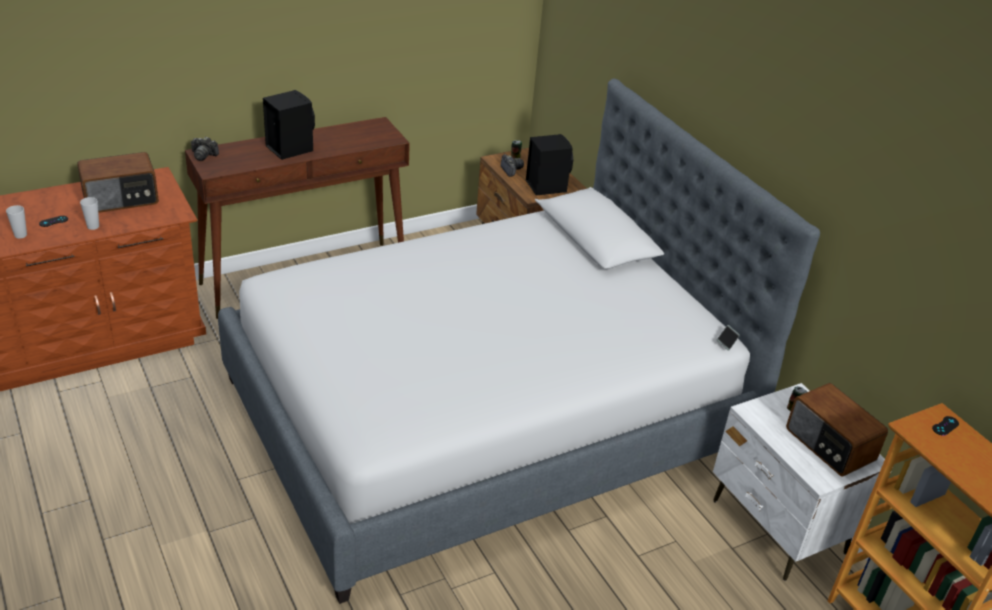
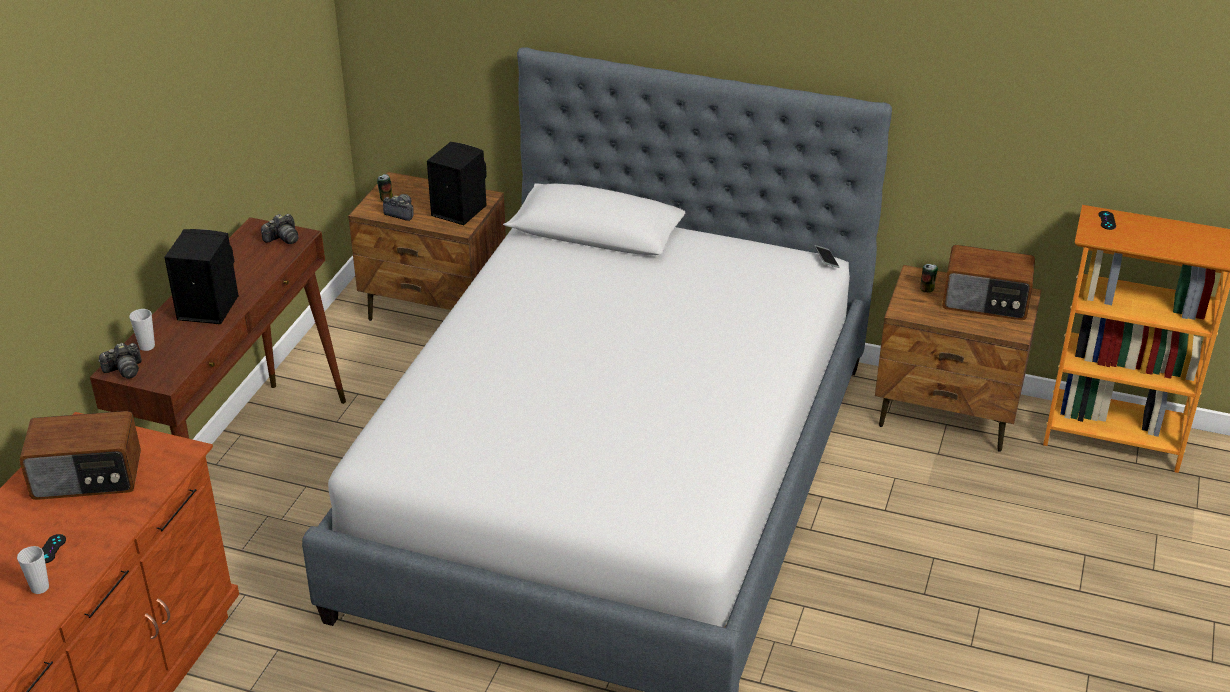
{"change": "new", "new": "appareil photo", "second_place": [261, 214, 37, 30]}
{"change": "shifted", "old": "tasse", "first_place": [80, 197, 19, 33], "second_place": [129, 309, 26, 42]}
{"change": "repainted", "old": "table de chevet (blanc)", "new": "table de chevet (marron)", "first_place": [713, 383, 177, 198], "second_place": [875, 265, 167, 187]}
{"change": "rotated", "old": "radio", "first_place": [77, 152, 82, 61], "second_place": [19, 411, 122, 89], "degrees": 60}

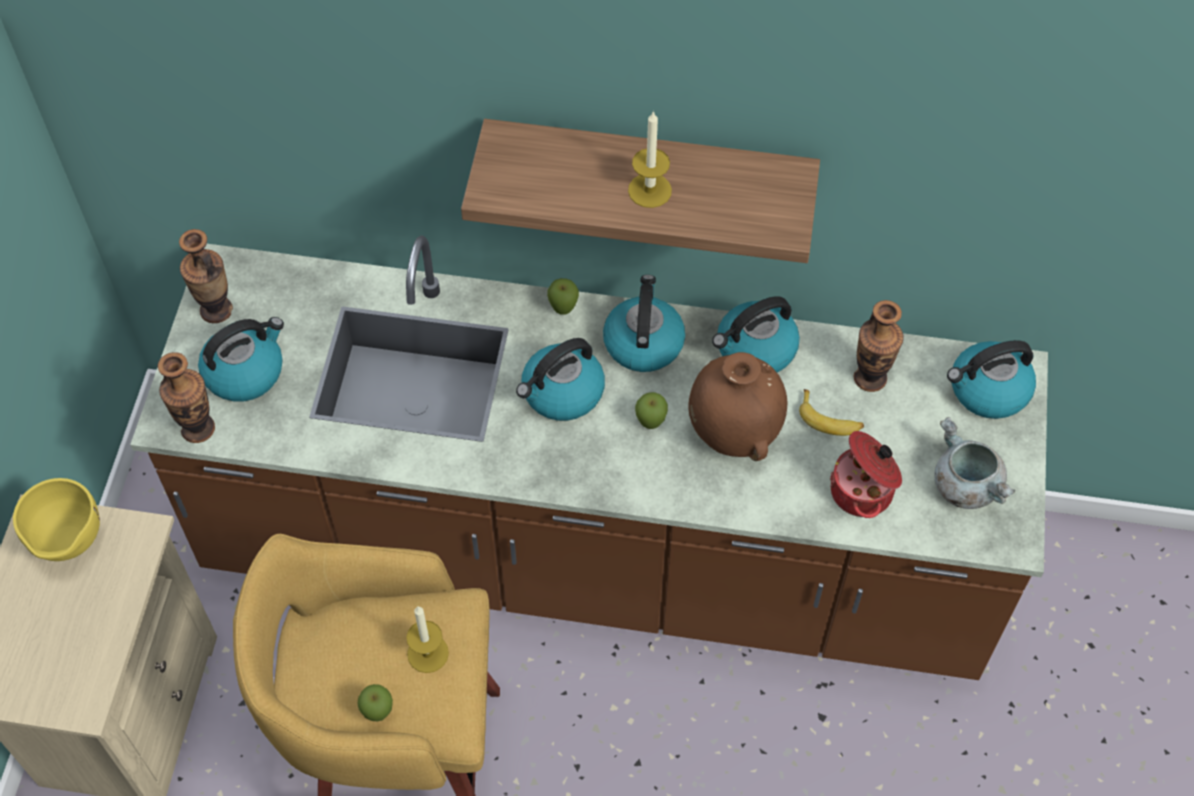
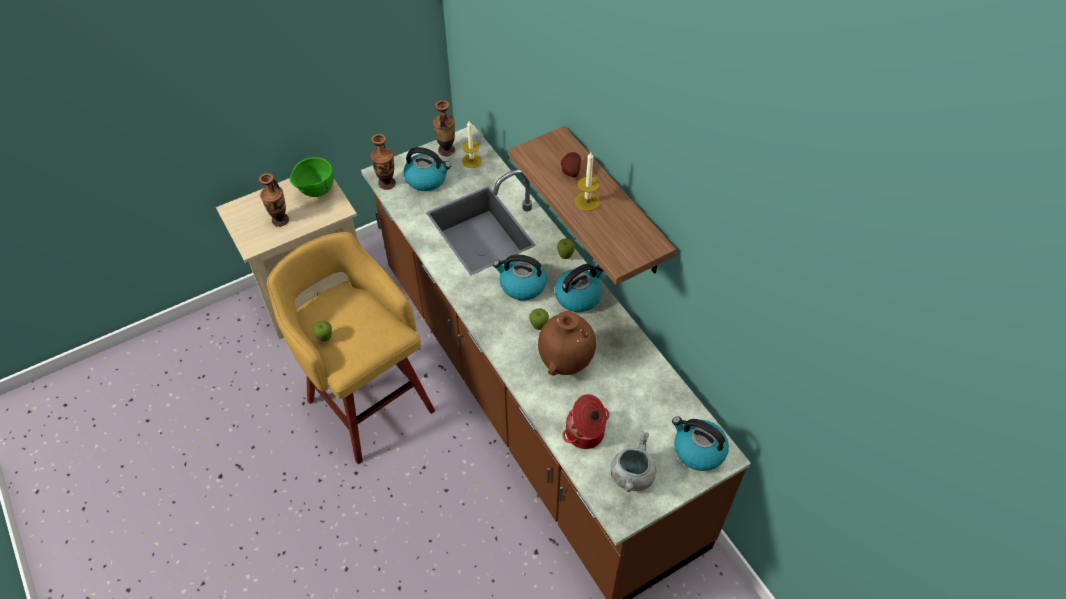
{"change": "gone", "old": "bouilloire", "first_place": [712, 296, 88, 77]}
{"change": "gone", "old": "banane", "first_place": [799, 389, 65, 47]}
{"change": "new", "new": "pomme de terre", "second_place": [561, 152, 20, 25]}
{"change": "shifted", "old": "bougie", "first_place": [406, 607, 43, 66], "second_place": [462, 121, 20, 47]}
{"change": "shifted", "old": "vase", "first_place": [854, 300, 50, 92], "second_place": [259, 173, 30, 54]}
{"change": "repainted", "old": "bol (jaune)", "new": "bol (vert)", "first_place": [13, 478, 87, 83], "second_place": [290, 157, 44, 40]}

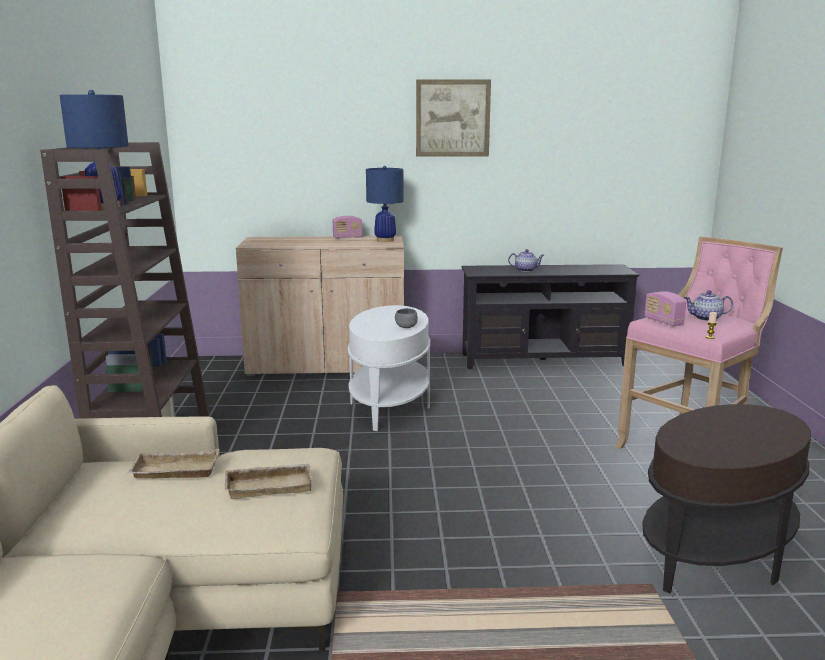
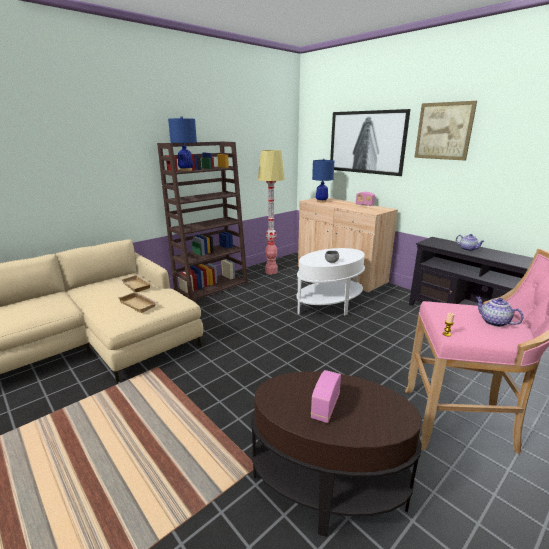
{"change": "new", "new": "lampadaire", "second_place": [258, 150, 27, 124]}
{"change": "new", "new": "tableau", "second_place": [330, 109, 81, 67]}
{"change": "shifted", "old": "lampe de table (bleu)", "first_place": [366, 166, 37, 76], "second_place": [312, 159, 22, 43]}
{"change": "shifted", "old": "radio", "first_place": [645, 291, 41, 35], "second_place": [311, 370, 30, 53]}

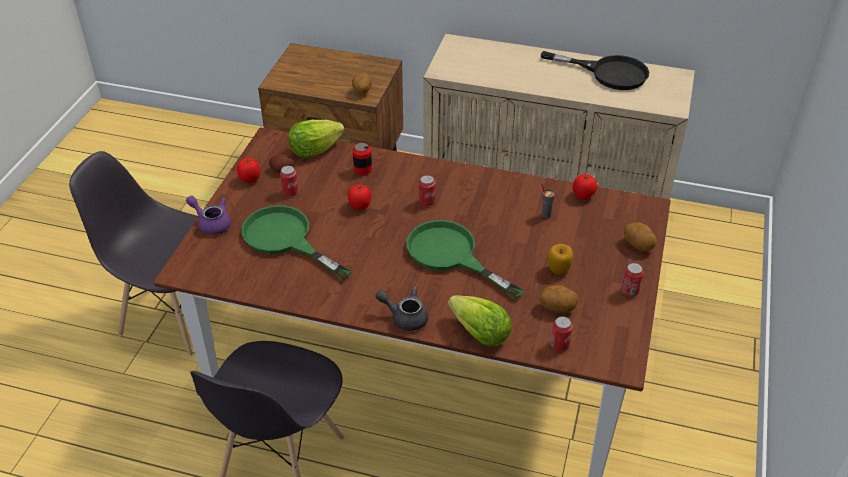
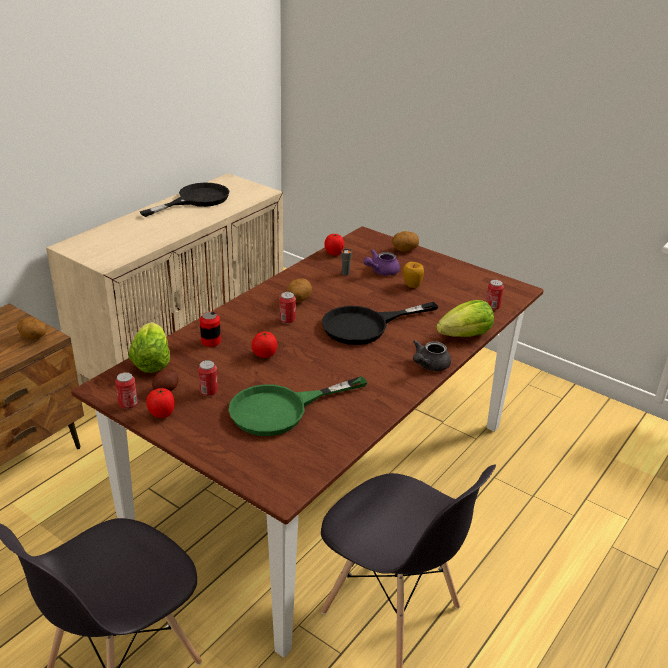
{"change": "shifted", "old": "théière (violet)", "first_place": [186, 195, 45, 40], "second_place": [363, 250, 37, 26]}
{"change": "shifted", "old": "pomme de terre", "first_place": [539, 285, 39, 28], "second_place": [287, 278, 25, 25]}
{"change": "shifted", "old": "boîte métallique", "first_place": [621, 263, 23, 34], "second_place": [115, 372, 23, 37]}
{"change": "repainted", "old": "poêle (vert)", "new": "poêle (noir)", "first_place": [406, 220, 118, 79], "second_place": [322, 302, 116, 43]}

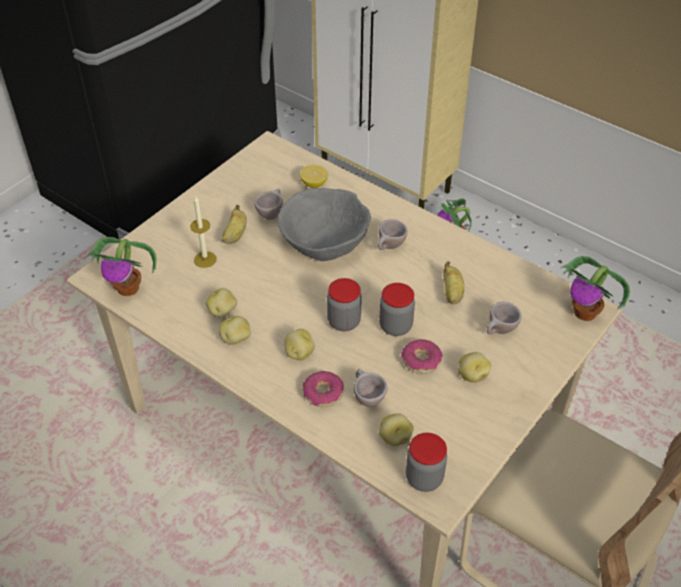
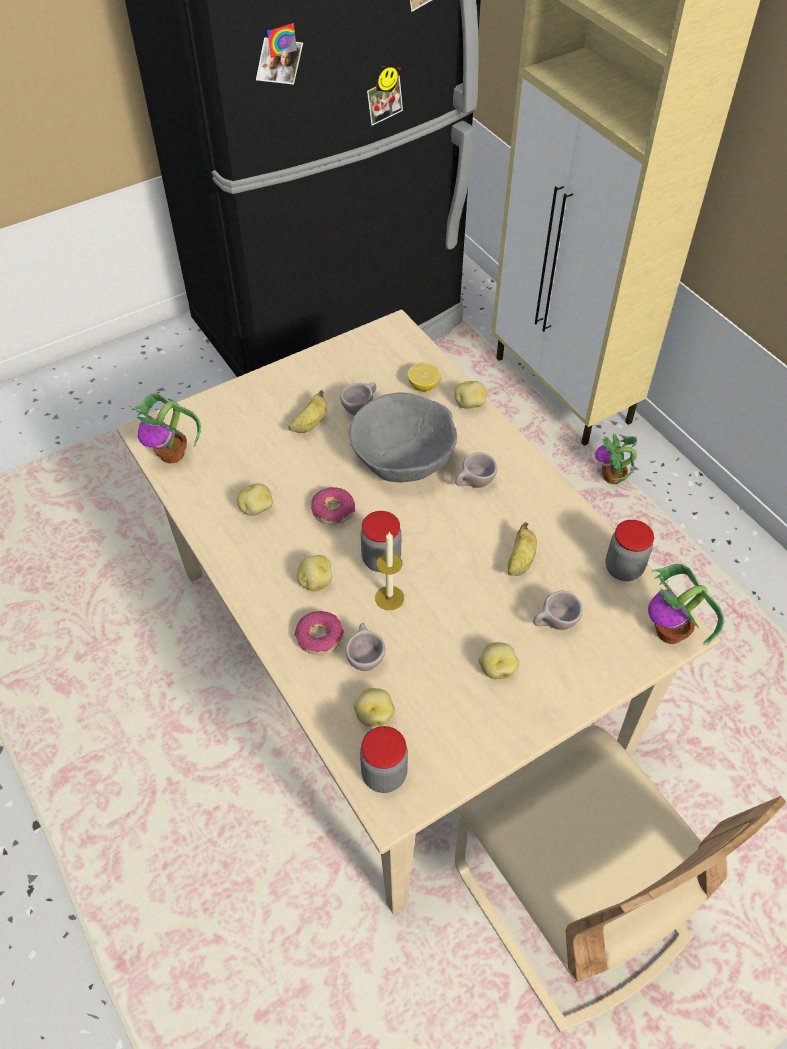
{"change": "shifted", "old": "bougie", "first_place": [190, 195, 27, 73], "second_place": [375, 531, 29, 79]}
{"change": "shifted", "old": "pomme de terre", "first_place": [219, 316, 32, 29], "second_place": [455, 381, 32, 28]}
{"change": "shifted", "old": "bocal", "first_place": [379, 283, 36, 53], "second_place": [605, 520, 49, 61]}
{"change": "shifted", "old": "beignet", "first_place": [401, 339, 42, 35], "second_place": [311, 487, 44, 38]}

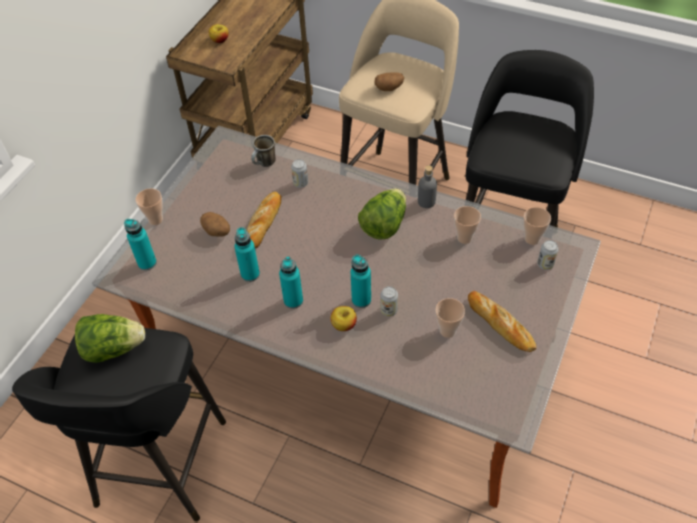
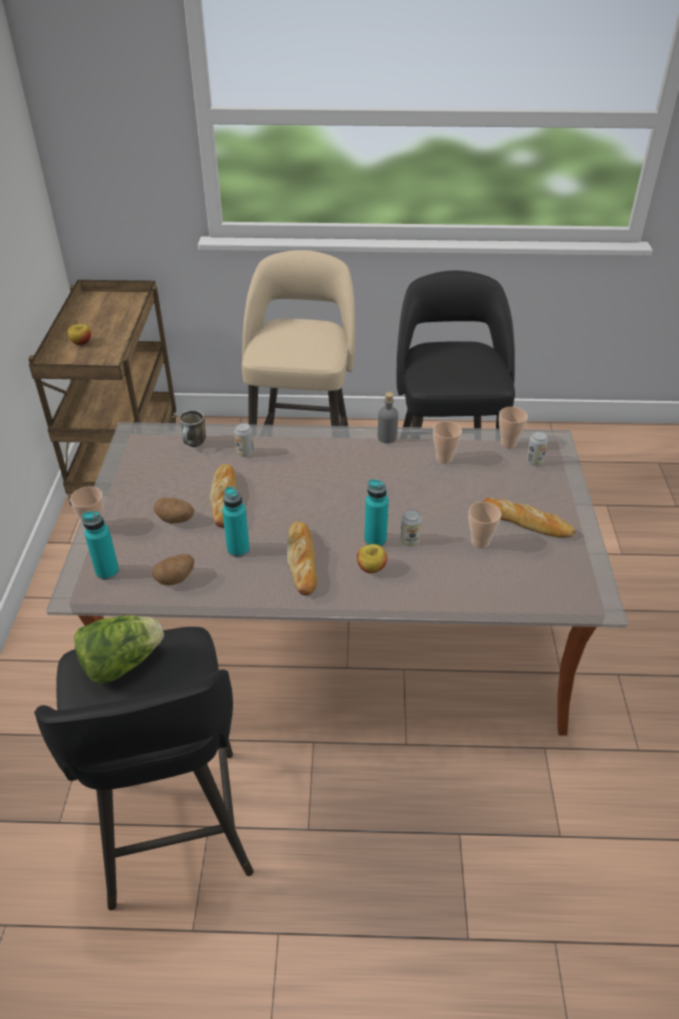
{"change": "gone", "old": "laitue", "first_place": [358, 188, 48, 51]}
{"change": "shifted", "old": "pomme de terre", "first_place": [375, 72, 30, 19], "second_place": [152, 554, 42, 31]}
{"change": "swapped", "old": "bouteille (turquoise)", "new": "pain", "first_place": [279, 257, 24, 52], "second_place": [287, 522, 30, 73]}

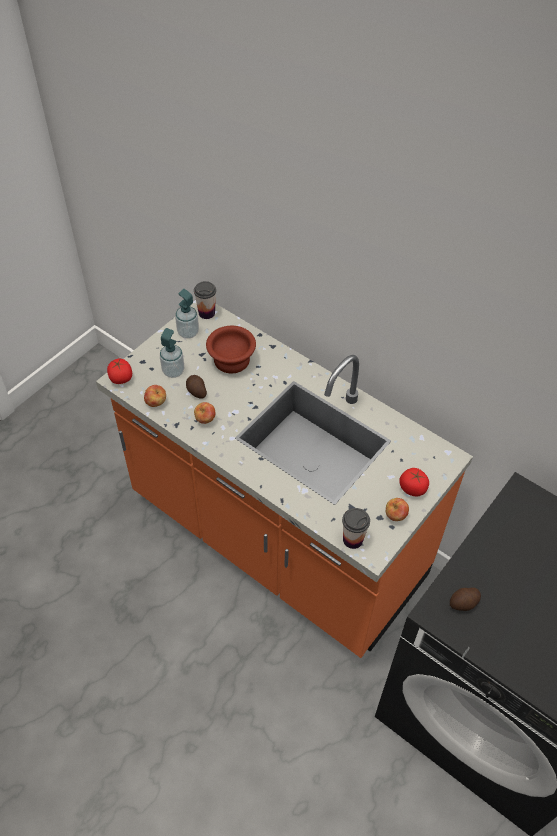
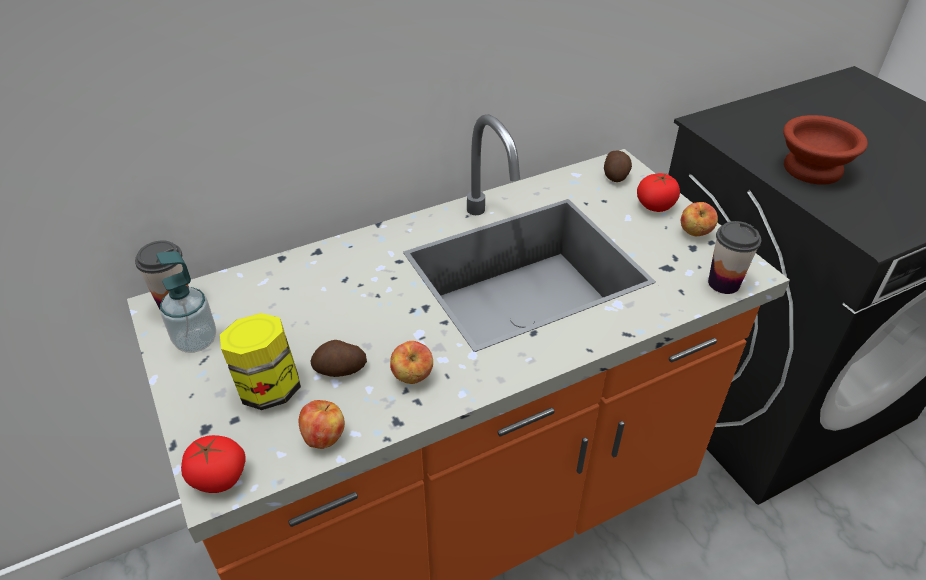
{"change": "shifted", "old": "bol (marron)", "first_place": [206, 326, 50, 47], "second_place": [783, 115, 85, 70]}
{"change": "shifted", "old": "pomme de terre", "first_place": [450, 588, 31, 23], "second_place": [604, 150, 28, 32]}
{"change": "swapped", "old": "distributeur de savon", "new": "bocal", "first_place": [160, 328, 24, 50], "second_place": [220, 313, 81, 97]}

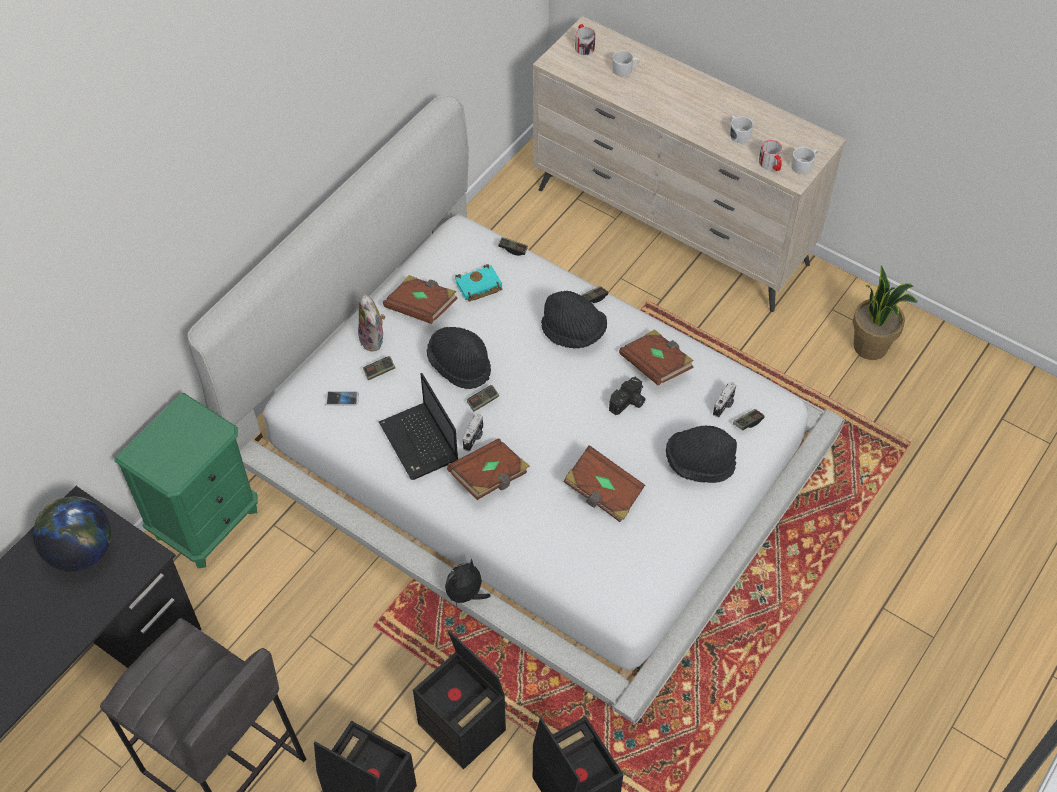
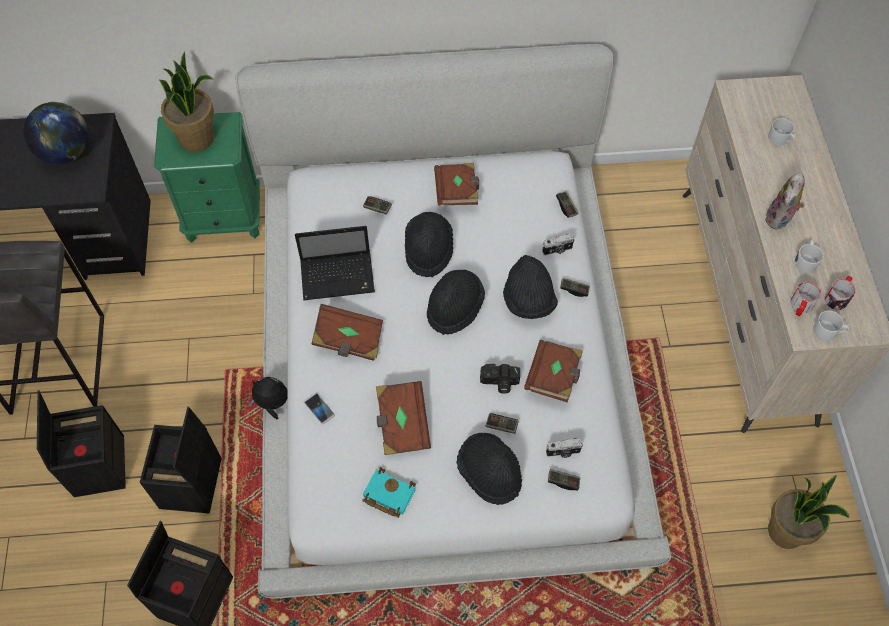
{"change": "new", "new": "plante en pot", "second_place": [159, 52, 55, 100]}
{"change": "new", "new": "chapeau (noir)", "second_place": [427, 270, 58, 65]}
{"change": "shifted", "old": "téléphone", "first_place": [325, 391, 34, 14], "second_place": [304, 393, 31, 31]}
{"change": "shifted", "old": "peluche", "first_place": [358, 294, 27, 57], "second_place": [765, 172, 40, 58]}
{"change": "shifted", "old": "livre (turquoise)", "first_place": [455, 264, 47, 38], "second_place": [362, 467, 54, 51]}
{"change": "shifted", "old": "appareil photo", "first_place": [463, 413, 20, 38], "second_place": [542, 234, 33, 21]}
{"change": "shifted", "old": "manette", "first_place": [467, 385, 32, 27], "second_place": [486, 413, 33, 21]}
{"change": "shifted", "old": "mug", "first_place": [575, 24, 20, 31], "second_place": [824, 276, 32, 34]}
{"change": "rotated", "old": "ordinateur portable", "first_place": [379, 373, 79, 107], "second_place": [295, 226, 80, 74], "degrees": -120}

